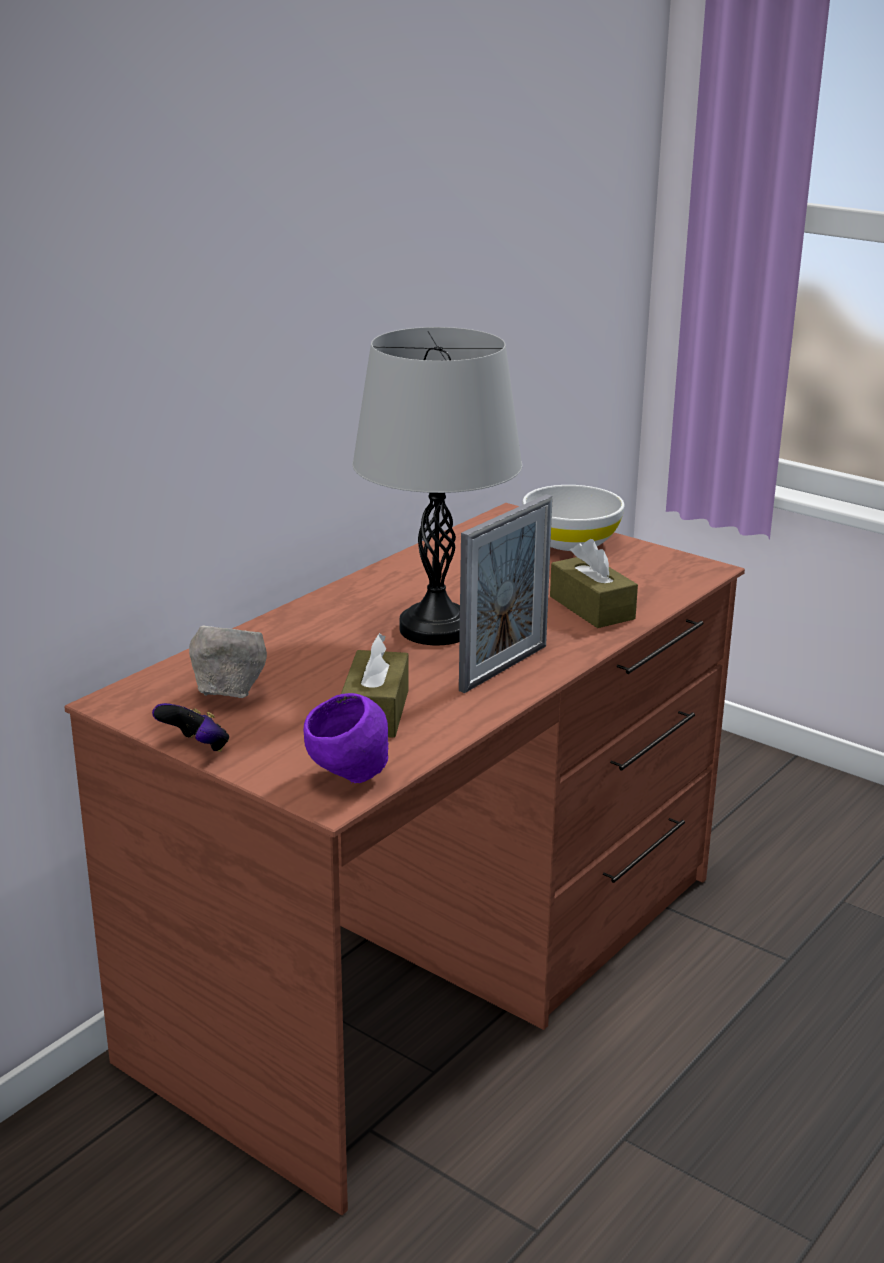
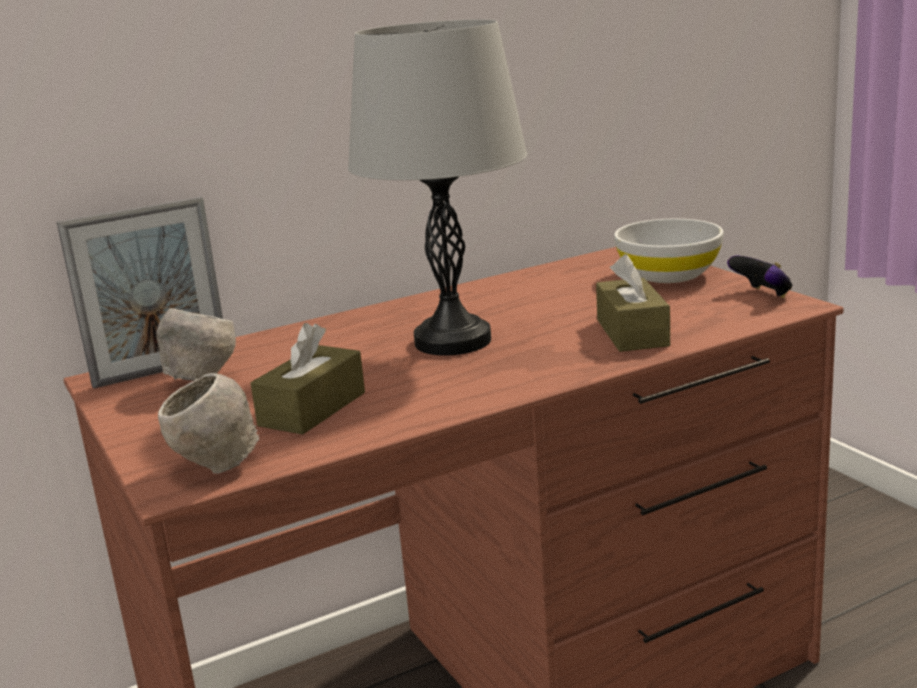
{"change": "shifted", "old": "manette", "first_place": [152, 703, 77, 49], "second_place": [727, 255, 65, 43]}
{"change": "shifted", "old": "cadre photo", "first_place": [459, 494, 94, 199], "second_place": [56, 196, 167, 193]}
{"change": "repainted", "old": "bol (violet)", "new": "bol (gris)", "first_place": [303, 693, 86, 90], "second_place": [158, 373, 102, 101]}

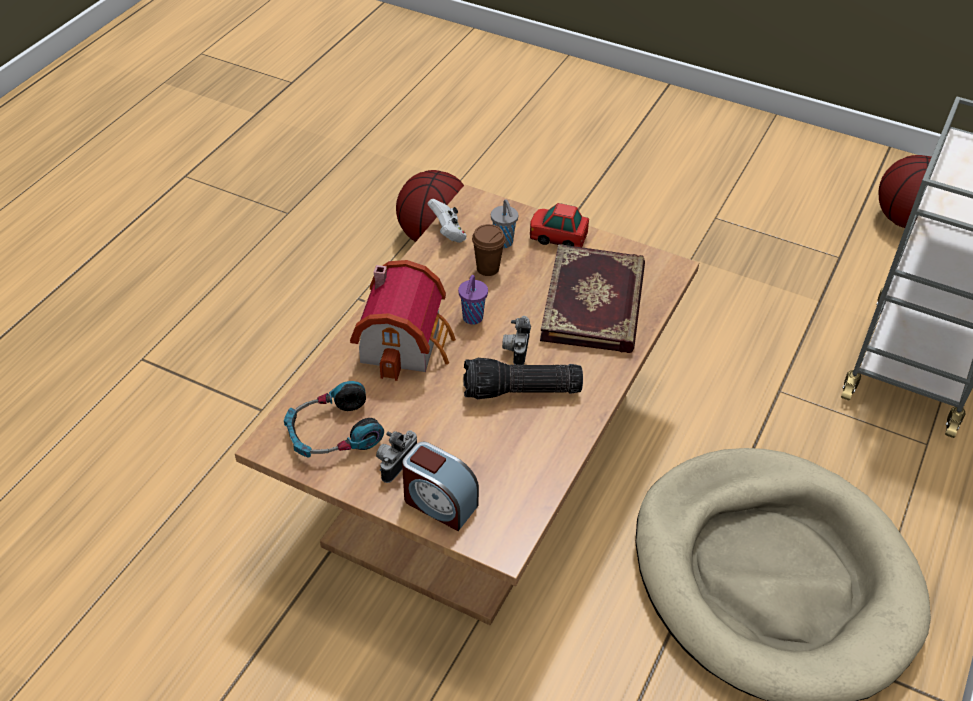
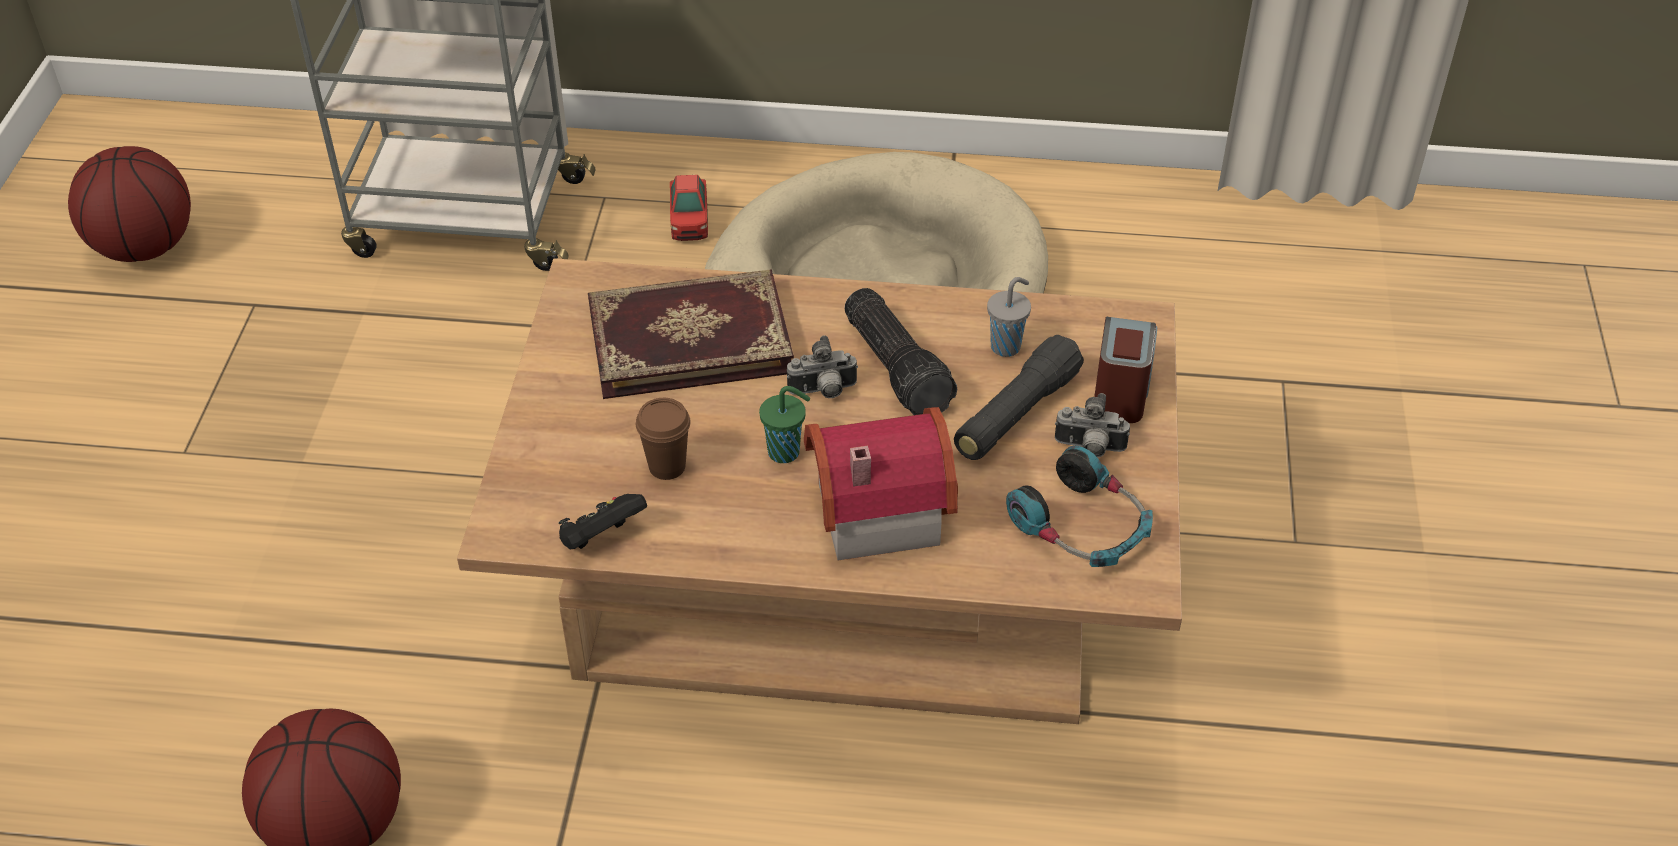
{"change": "new", "new": "lampe de poche (noir)", "second_place": [954, 335, 130, 125]}
{"change": "shifted", "old": "tasse (gris)", "first_place": [491, 199, 27, 49], "second_place": [987, 277, 44, 80]}
{"change": "shifted", "old": "petite voiture", "first_place": [530, 203, 59, 44], "second_place": [670, 175, 38, 66]}
{"change": "repainted", "old": "manette (blanc)", "new": "manette (noir)", "first_place": [428, 199, 39, 44], "second_place": [558, 494, 89, 56]}
{"change": "repainted", "old": "tasse (violet)", "new": "tasse (vert)", "first_place": [458, 275, 30, 50], "second_place": [759, 386, 51, 77]}

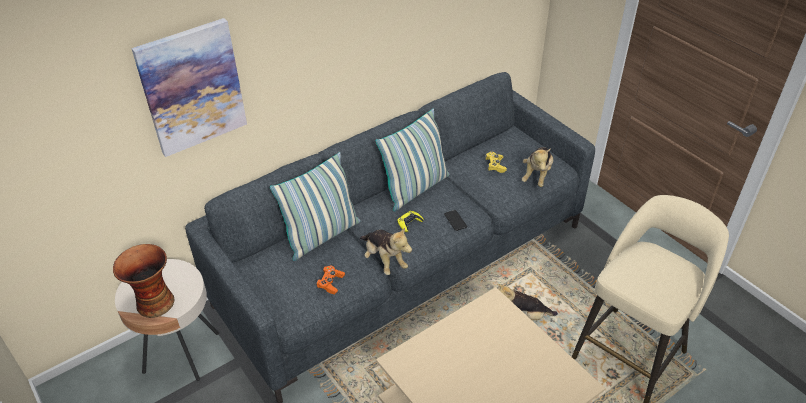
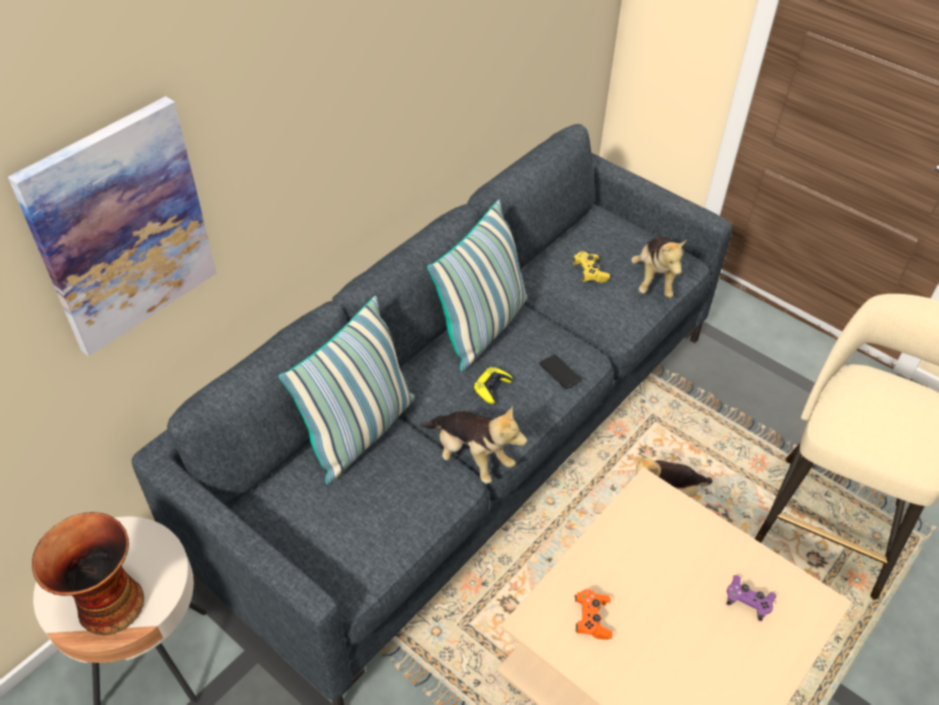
{"change": "new", "new": "manette (violet)", "second_place": [726, 575, 50, 46]}
{"change": "shifted", "old": "manette (orange)", "first_place": [316, 266, 29, 28], "second_place": [574, 589, 39, 51]}

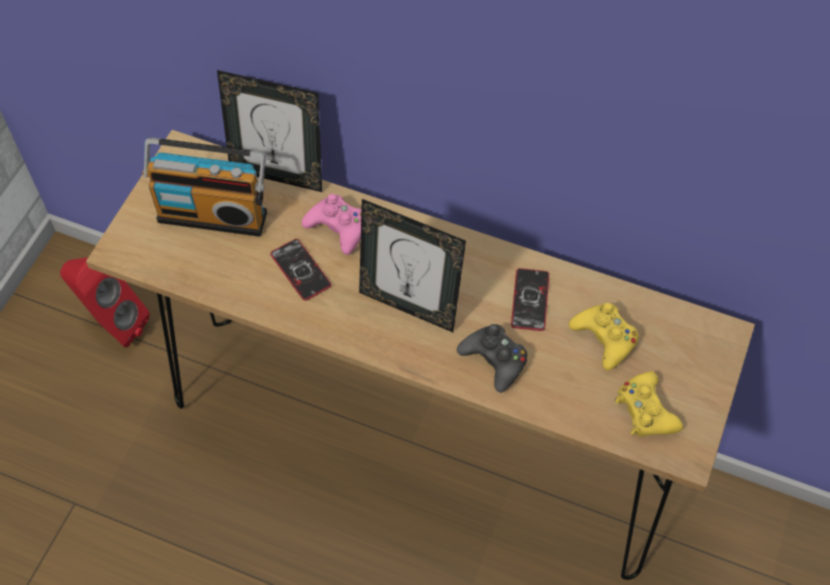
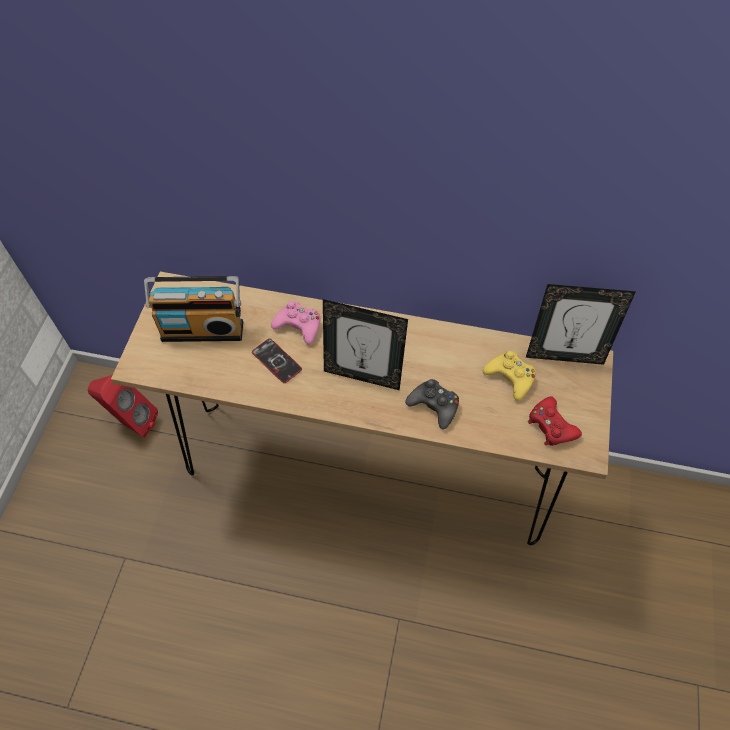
{"change": "gone", "old": "téléphone", "first_place": [511, 268, 38, 63]}
{"change": "shifted", "old": "cadre photo", "first_place": [217, 70, 105, 122], "second_place": [526, 284, 110, 81]}
{"change": "repainted", "old": "manette (jaune)", "new": "manette (rouge)", "first_place": [615, 371, 68, 66], "second_place": [528, 396, 54, 50]}

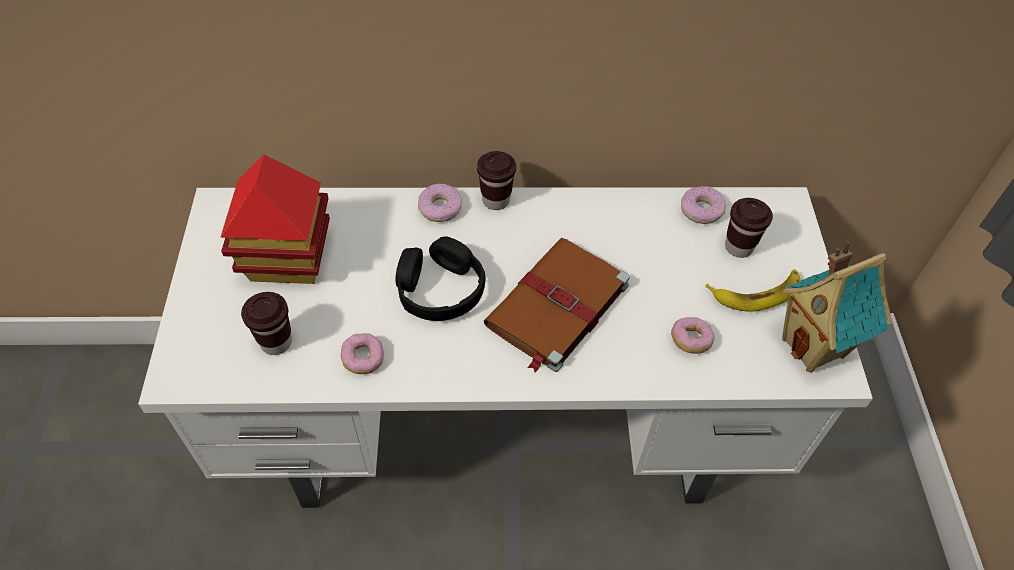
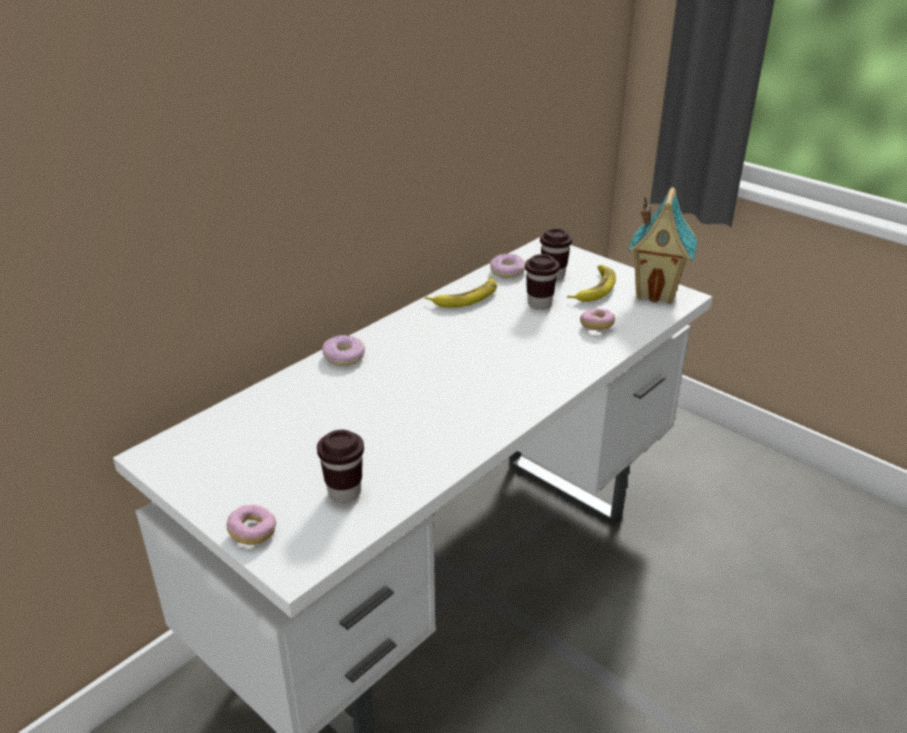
{"change": "gone", "old": "maison miniature", "first_place": [221, 155, 109, 129]}
{"change": "gone", "old": "casque audio (noir)", "first_place": [395, 236, 90, 85]}
{"change": "gone", "old": "livre (marron)", "first_place": [484, 238, 146, 135]}
{"change": "new", "new": "banane", "second_place": [425, 277, 72, 31]}
{"change": "shifted", "old": "beignet", "first_place": [341, 333, 43, 41], "second_place": [227, 505, 49, 40]}
{"change": "shifted", "old": "tasse (marron)", "first_place": [477, 151, 39, 59], "second_place": [525, 254, 34, 55]}

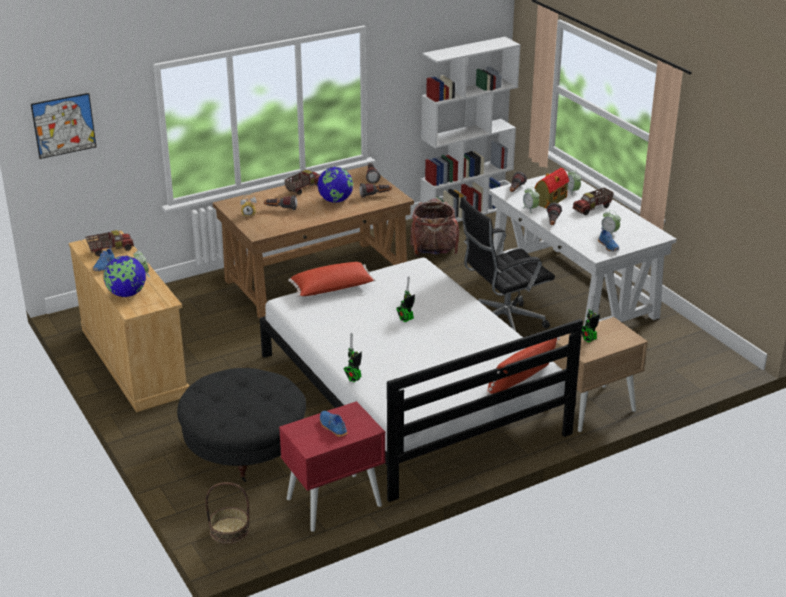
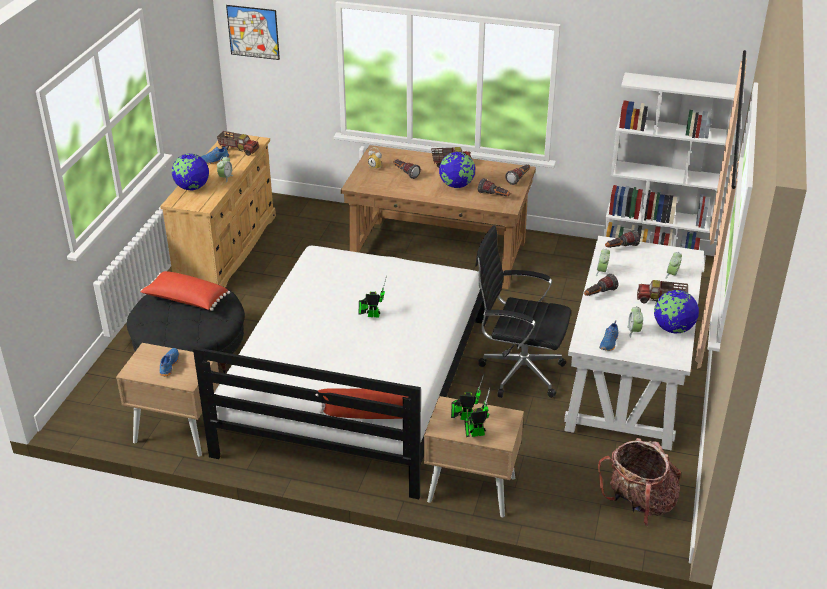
{"change": "gone", "old": "panier", "first_place": [205, 482, 44, 62]}
{"change": "gone", "old": "maison miniature", "first_place": [535, 168, 34, 41]}
{"change": "new", "new": "globe", "second_place": [654, 290, 45, 44]}
{"change": "shifted", "old": "coussin (rouge)", "first_place": [288, 262, 88, 35], "second_place": [140, 271, 90, 40]}
{"change": "shifted", "old": "robot jouet", "first_place": [344, 332, 18, 50], "second_place": [465, 387, 25, 50]}
{"change": "shifted", "old": "sac à dos", "first_place": [410, 198, 49, 59], "second_place": [598, 438, 83, 89]}
{"change": "repainted", "old": "table de chevet (rouge)", "new": "table de chevet (beige)", "first_place": [279, 401, 107, 131], "second_place": [116, 343, 103, 114]}

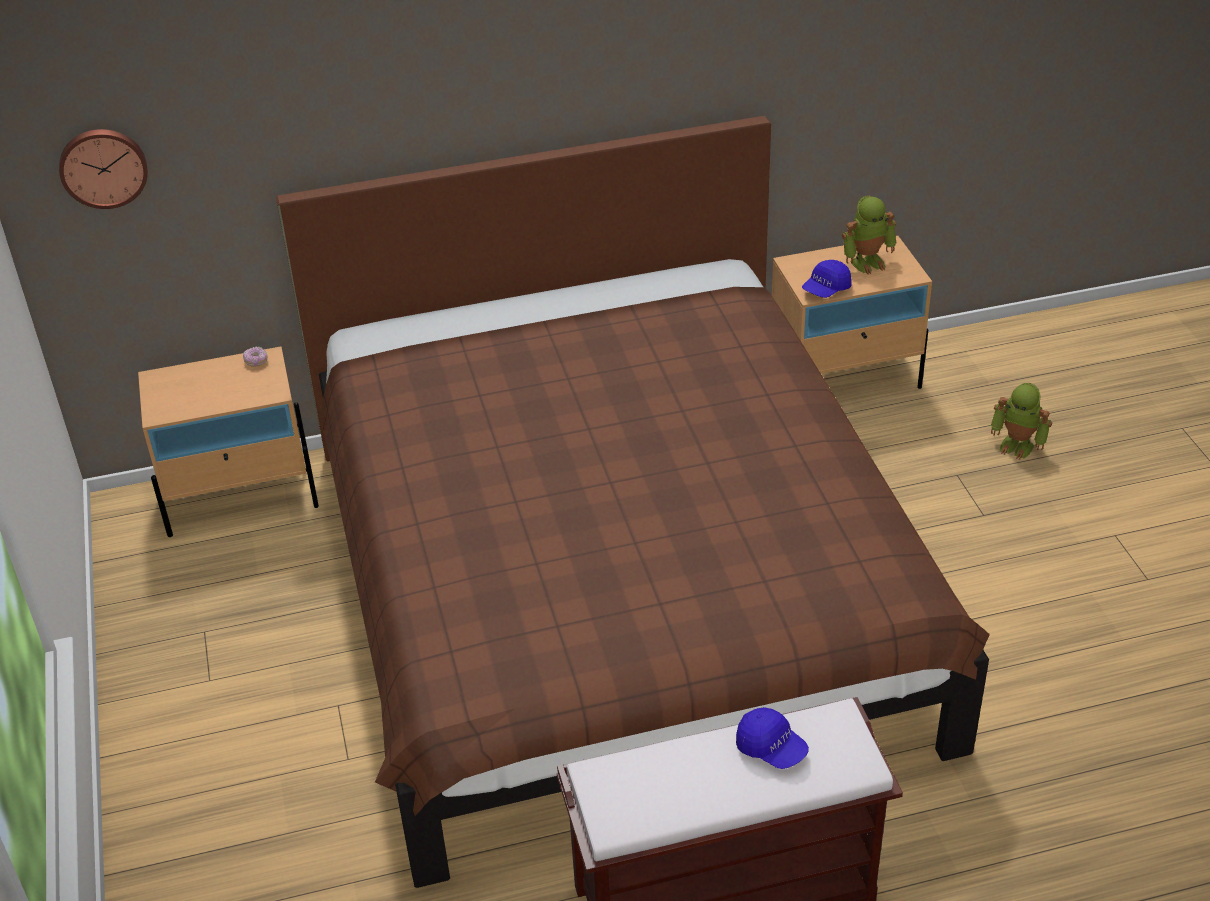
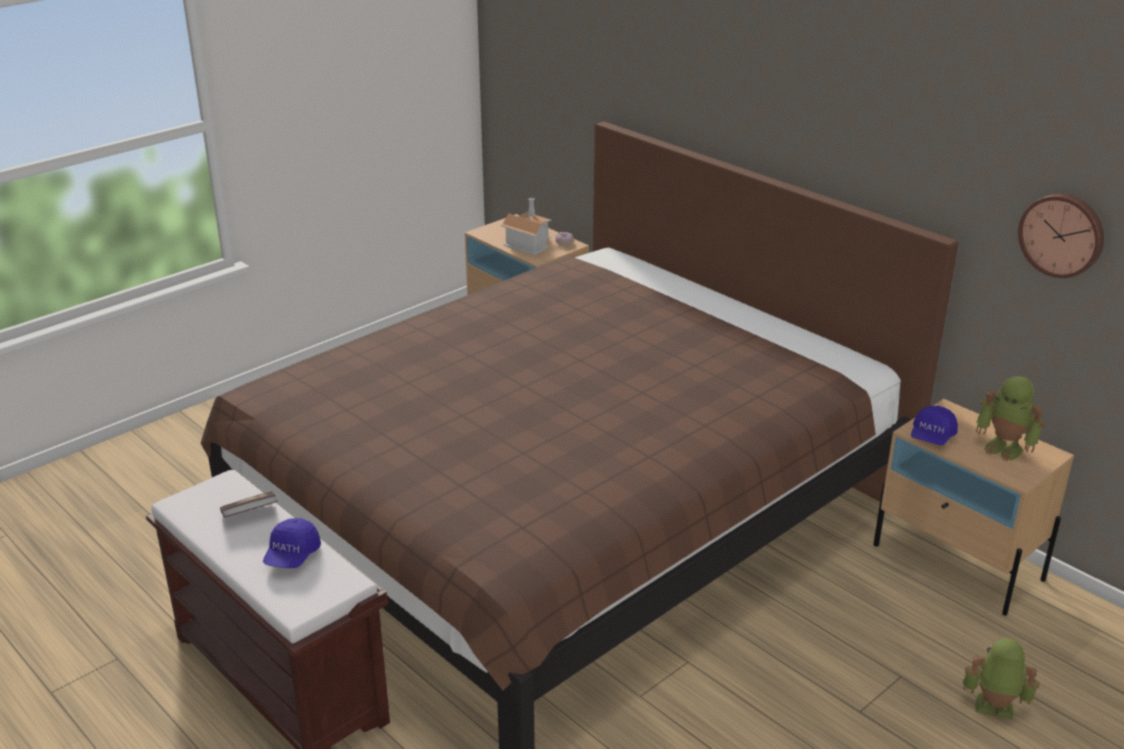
{"change": "new", "new": "livre", "second_place": [220, 491, 58, 26]}
{"change": "new", "new": "maison miniature", "second_place": [500, 198, 51, 57]}
{"change": "shifted", "old": "horloge murale", "first_place": [59, 129, 89, 80], "second_place": [1018, 194, 86, 84]}
{"change": "rotated", "old": "casquette (bleu)", "first_place": [802, 260, 49, 38], "second_place": [911, 406, 47, 39], "degrees": -75}
{"change": "rotated", "old": "robot jouet", "first_place": [991, 383, 61, 77], "second_place": [963, 638, 77, 82], "degrees": 105}

